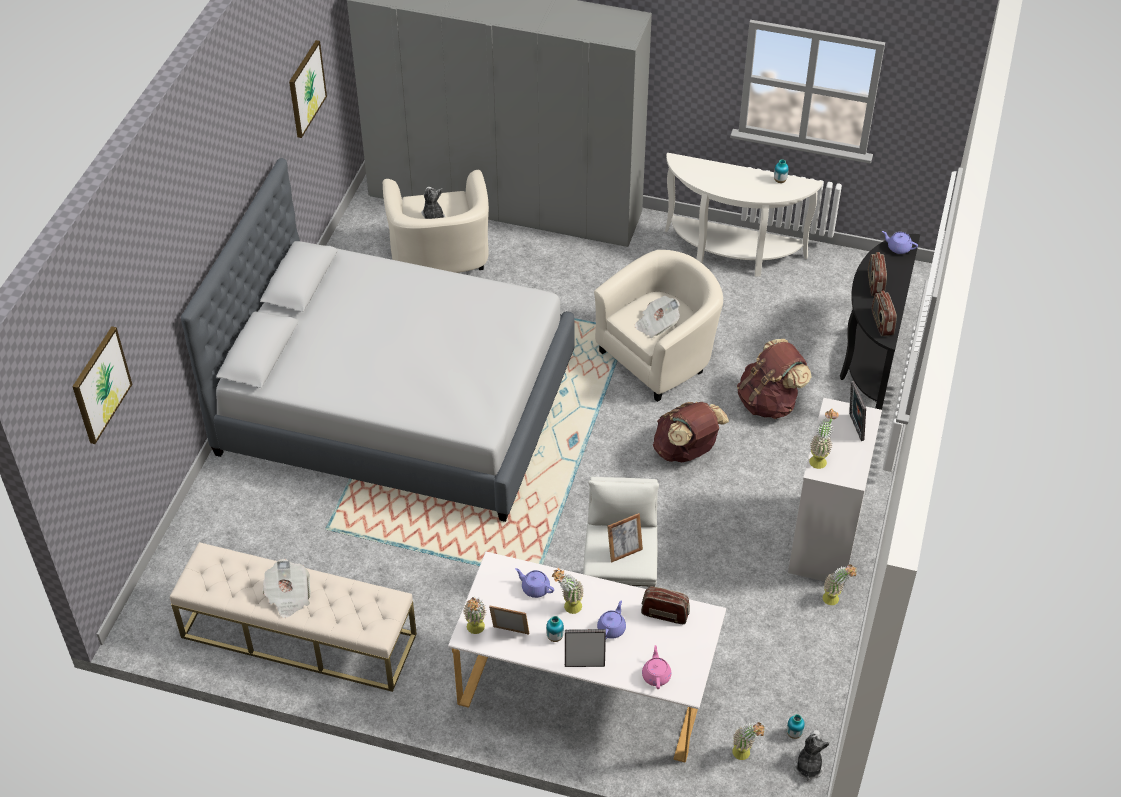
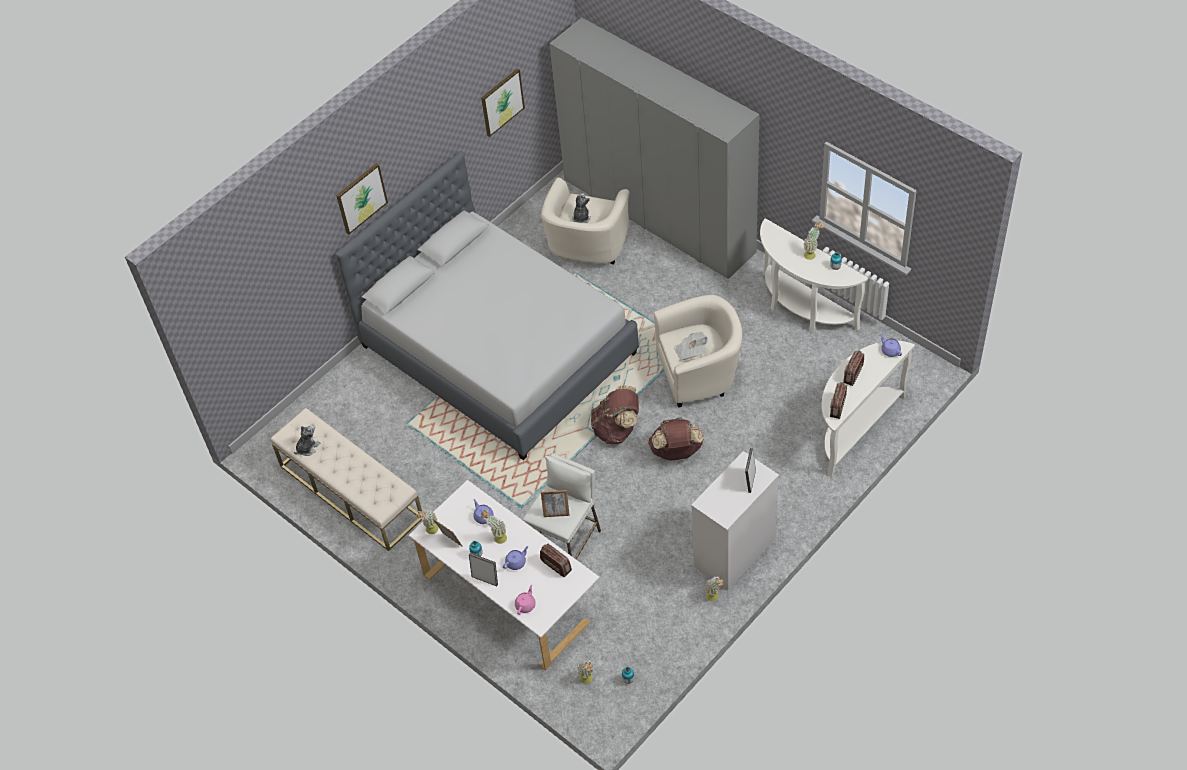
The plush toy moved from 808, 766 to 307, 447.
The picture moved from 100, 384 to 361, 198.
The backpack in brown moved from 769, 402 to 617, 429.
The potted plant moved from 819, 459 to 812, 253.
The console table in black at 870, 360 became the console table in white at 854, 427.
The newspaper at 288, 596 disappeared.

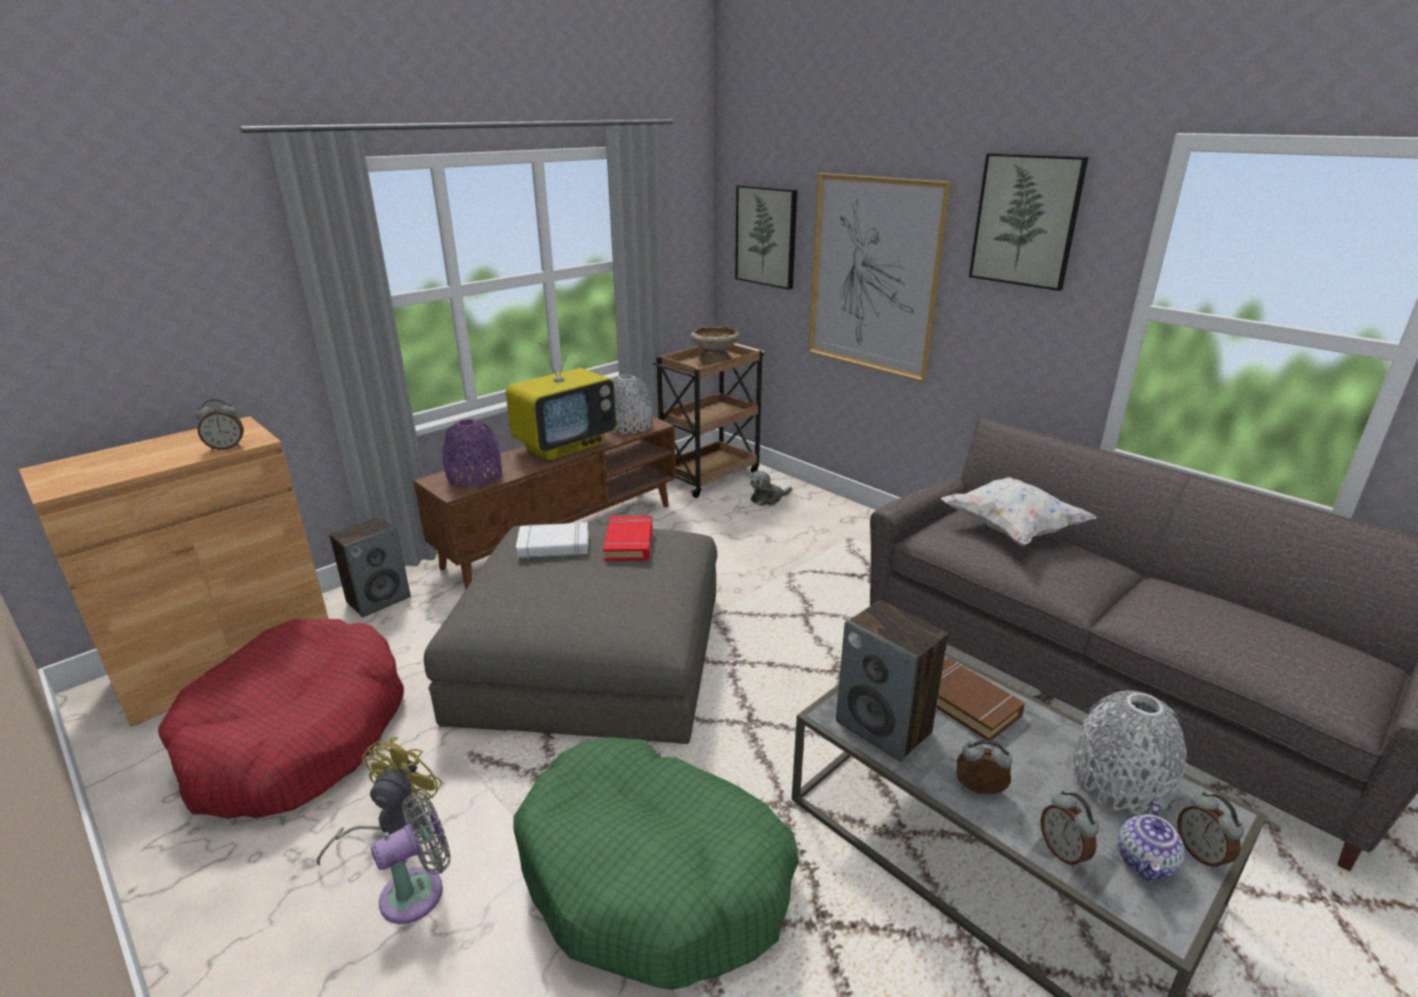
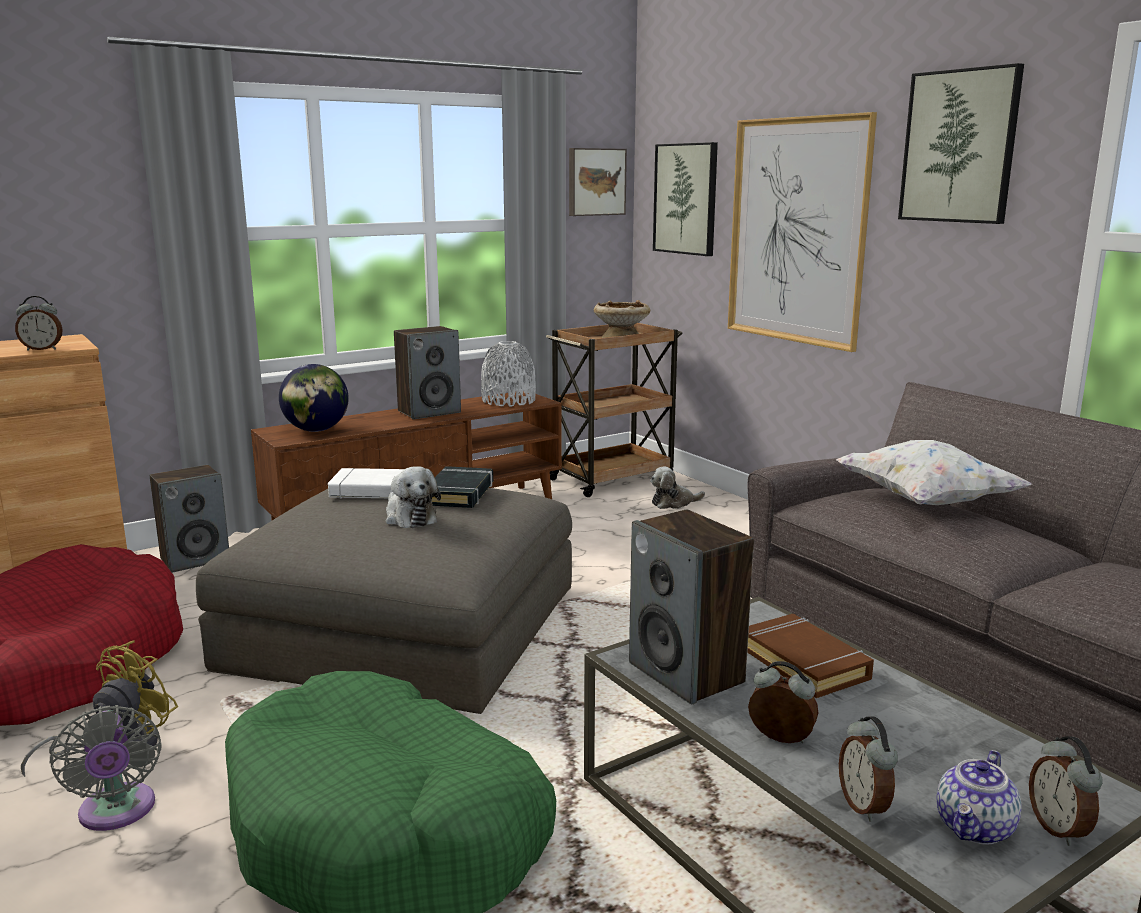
The fan in grey at 419, 891 turned 90 degrees clockwise.
The vase in purple at 475, 477 was replaced by the globe at 316, 430.
The plush toy at 409, 517 appeared.
The television at 565, 445 was replaced by the speaker at 429, 412.
The book in red at 629, 543 became the book in black at 460, 493.
The picture at 595, 182 appeared.
The vase in grey at 1120, 781 disappeared.

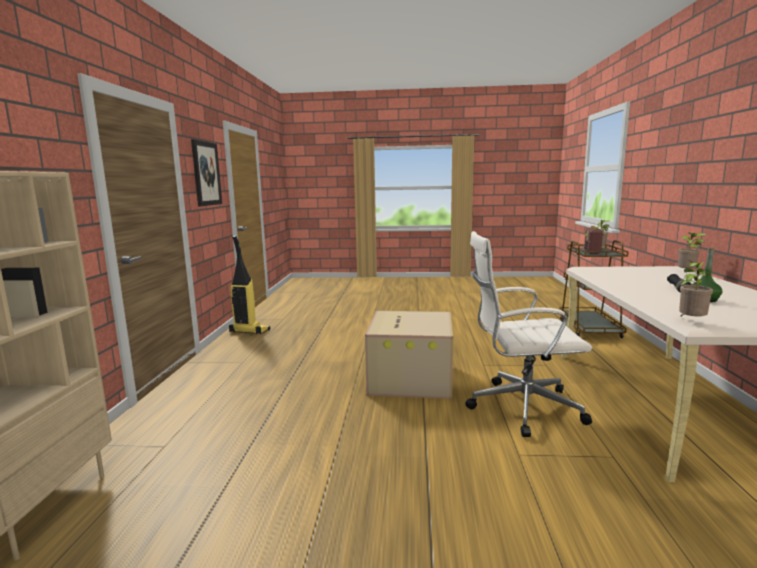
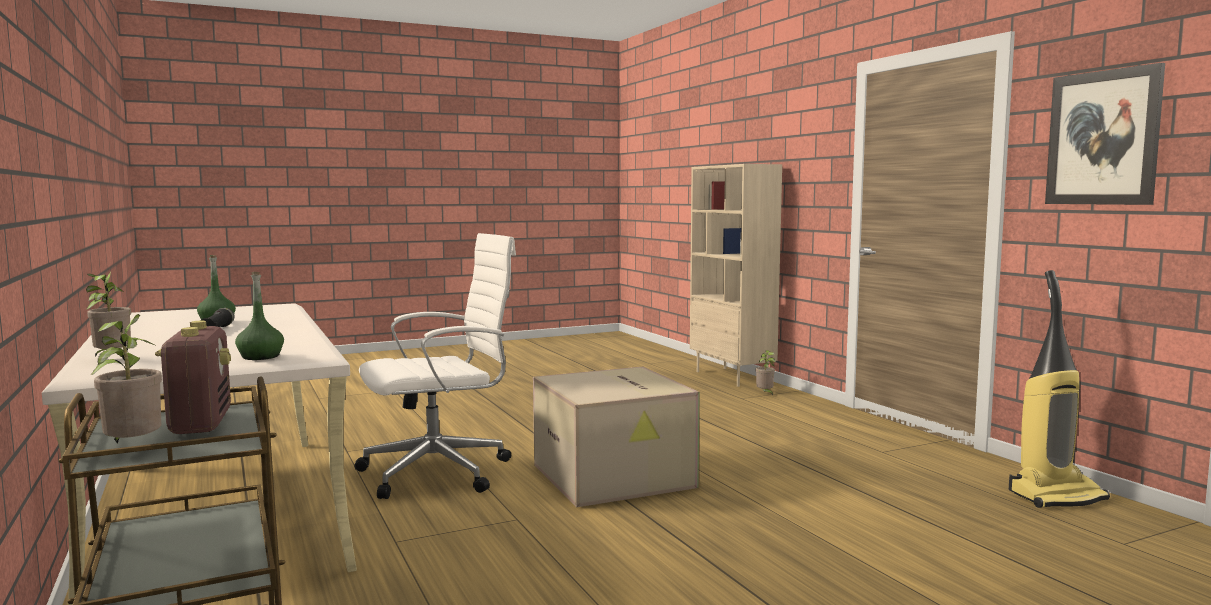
The bottle in green at 260, 357 appeared.
The potted plant moved from 690, 322 to 765, 393.

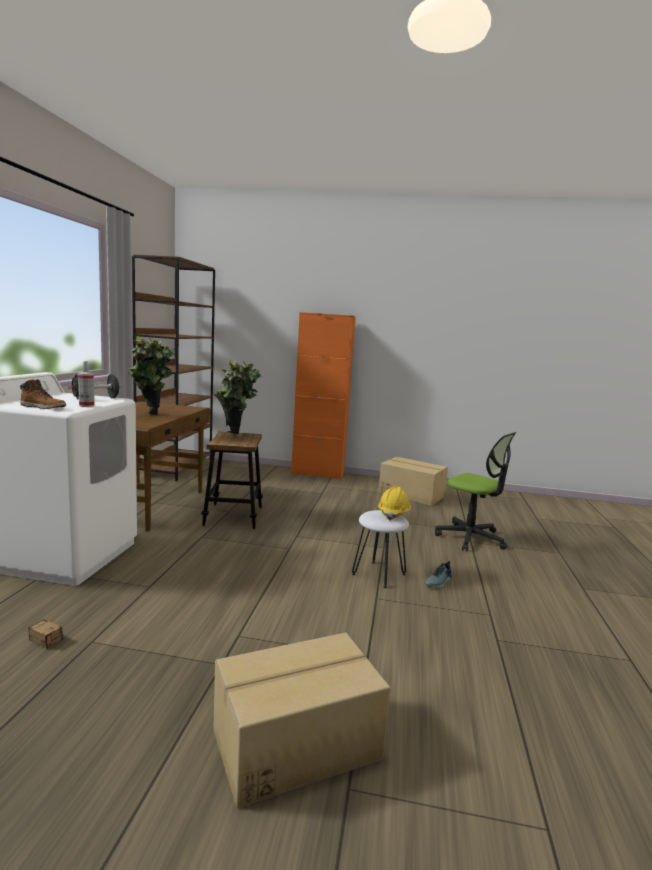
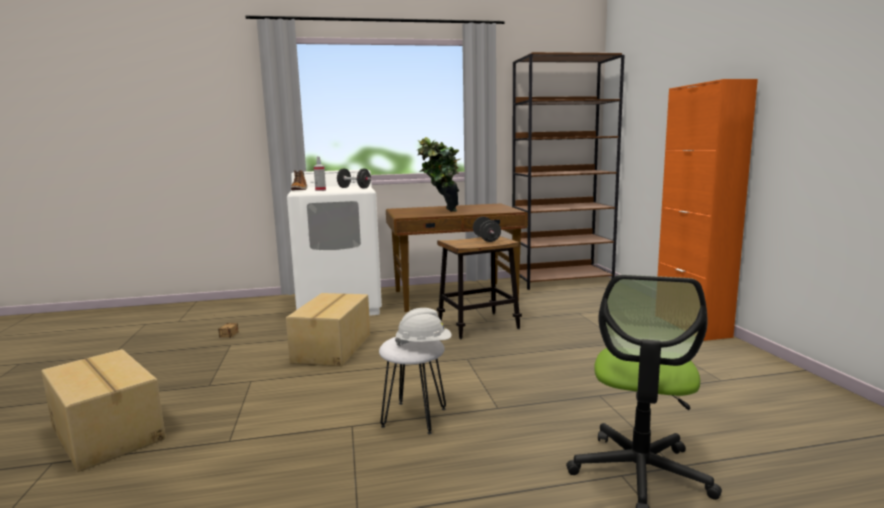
The cardboard box moved from 411, 495 to 333, 348.
The hard hat in yellow at 393, 514 became the hard hat in white at 424, 345.
The potted plant at 235, 436 was replaced by the dumbbell in black at 486, 239.
The shoe at 439, 582 disappeared.

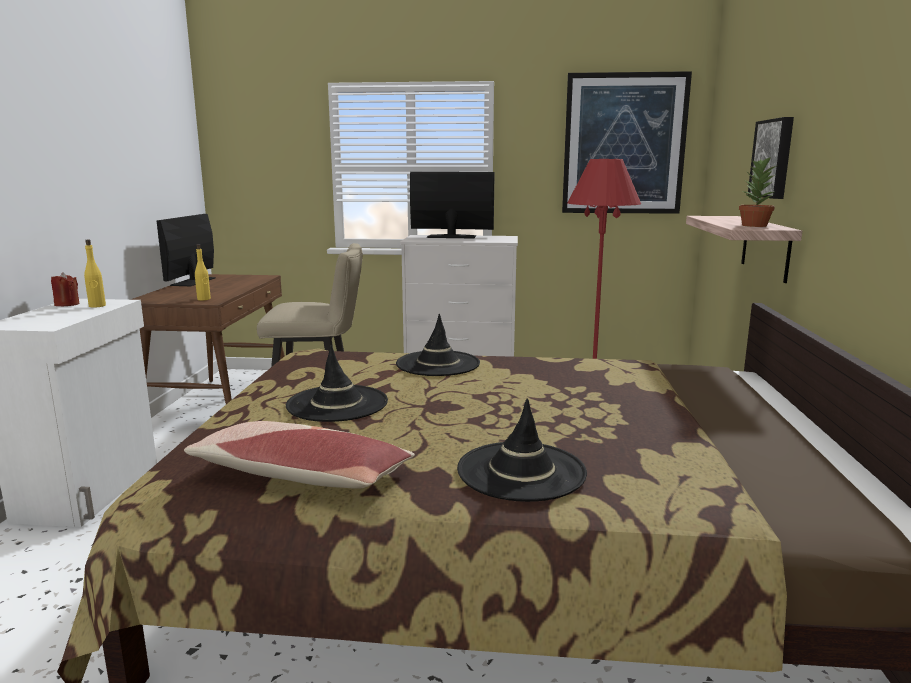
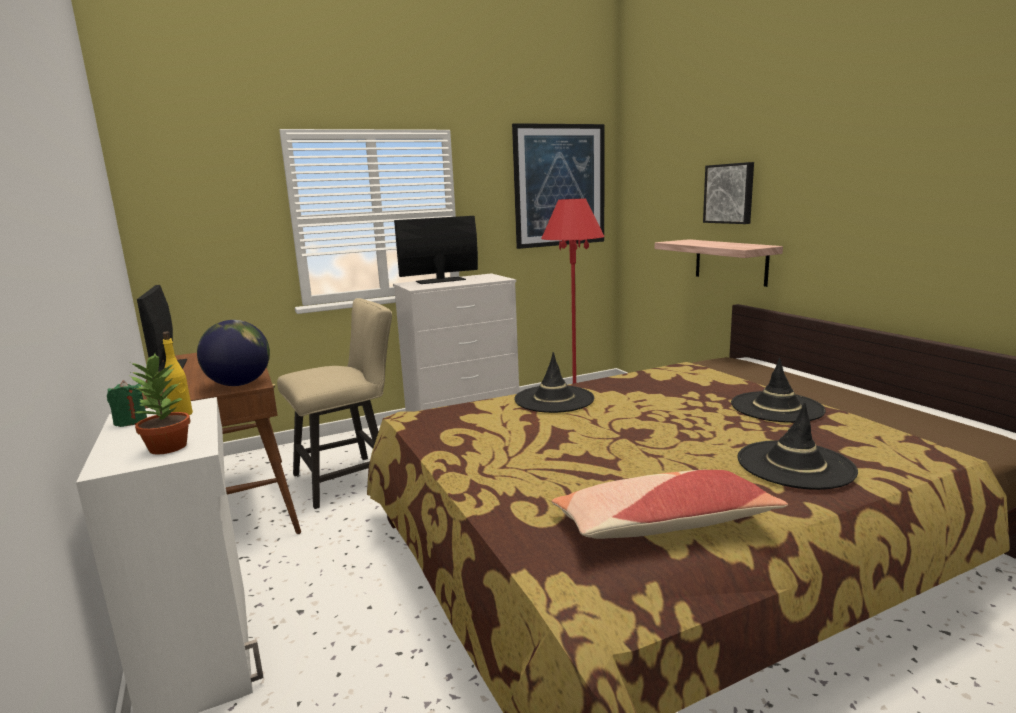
The candle in red at 67, 304 became the candle in green at 130, 421.
The potted plant moved from 754, 225 to 167, 448.
The bottle in yellow at 204, 299 was replaced by the globe at 239, 384.
The hat in black moved from 337, 404 to 777, 407.

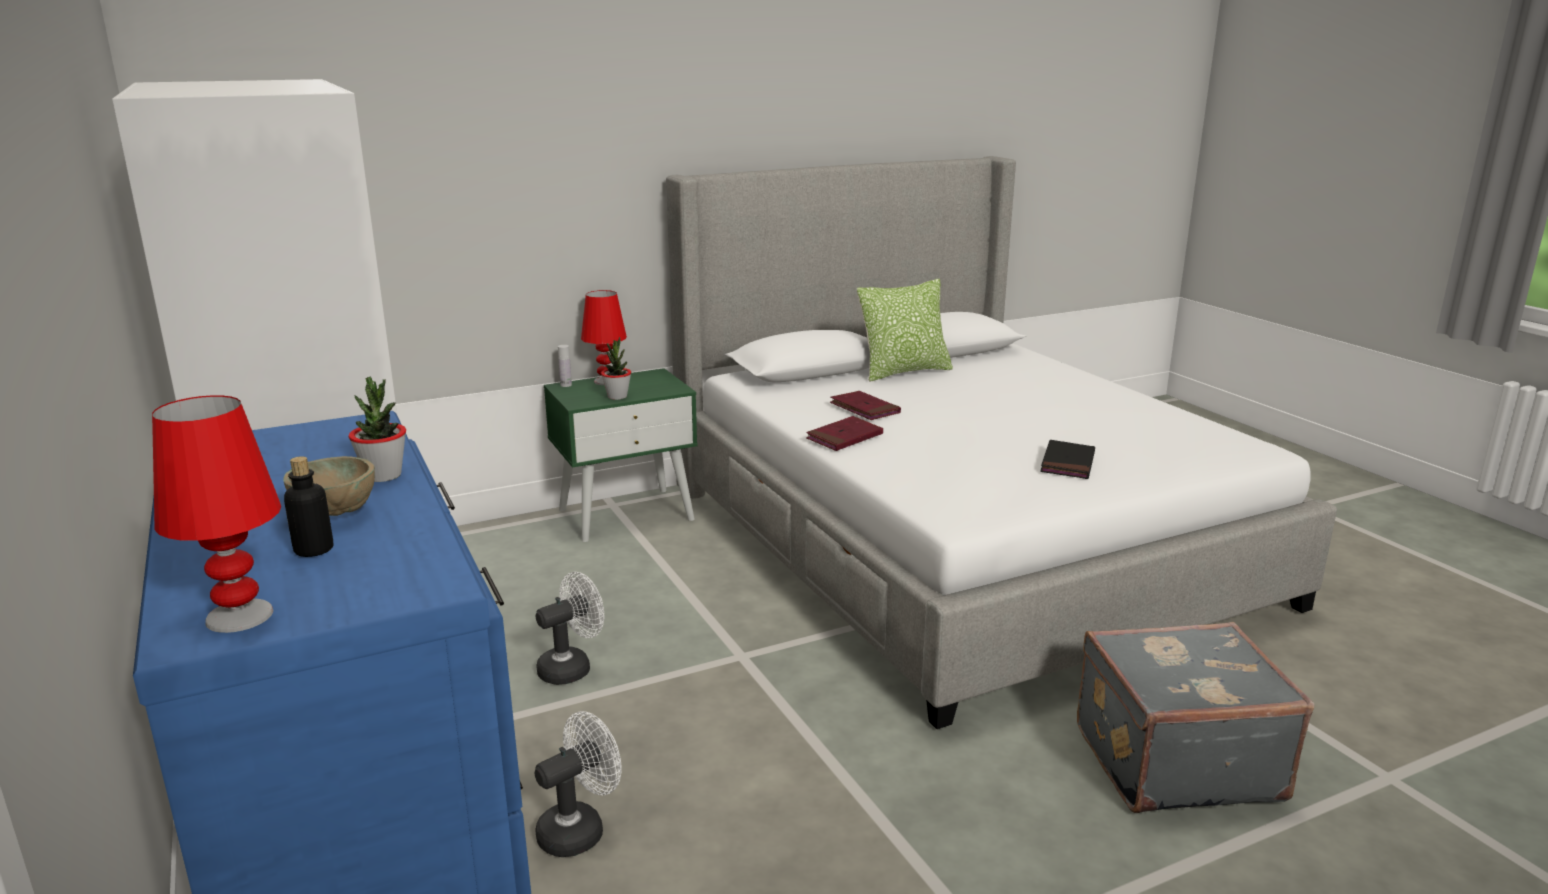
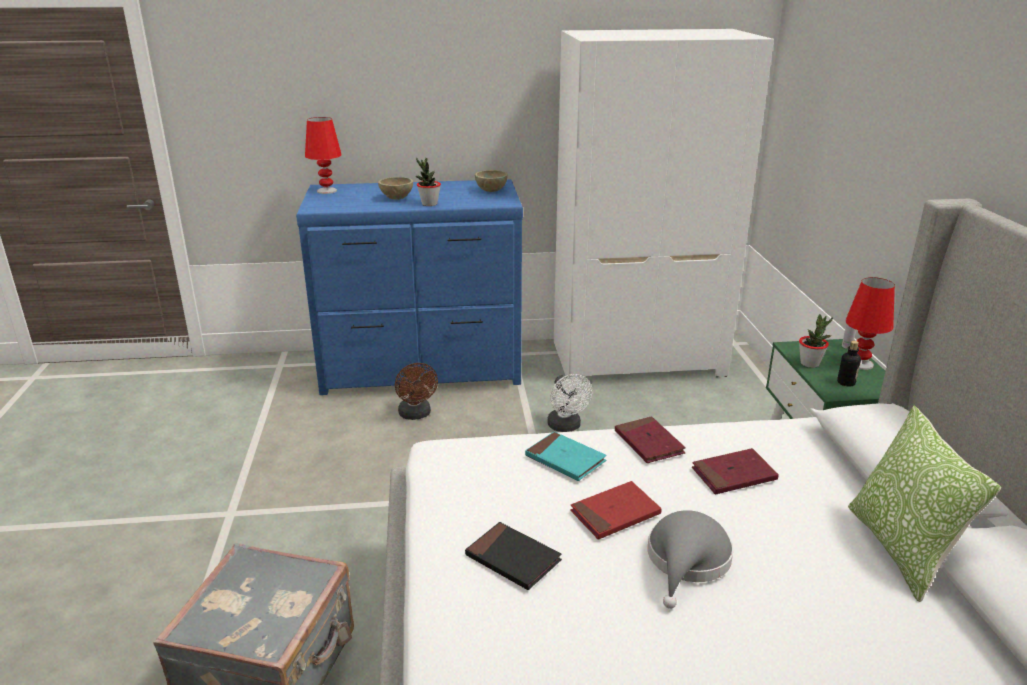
The fan in white at 580, 829 became the fan in brown at 416, 415.
The bowl in beige at 491, 191 appeared.
The book in turquoise at 565, 459 appeared.
The book in red at 615, 513 appeared.
The hat in grey at 687, 561 appeared.
The bottle moved from 314, 549 to 846, 382.

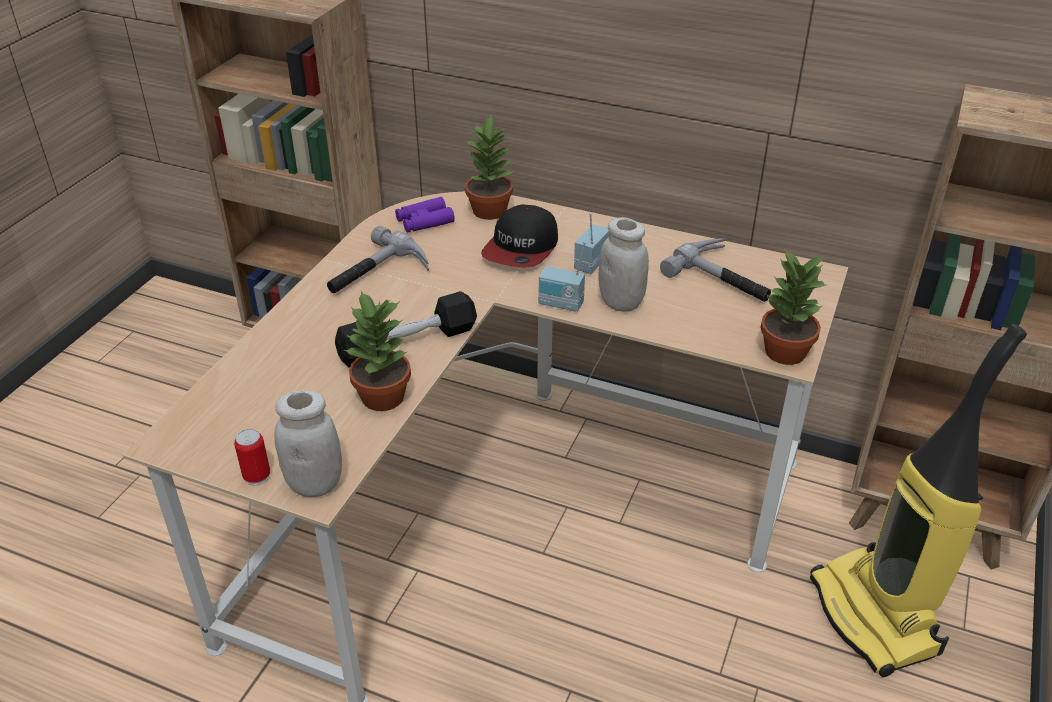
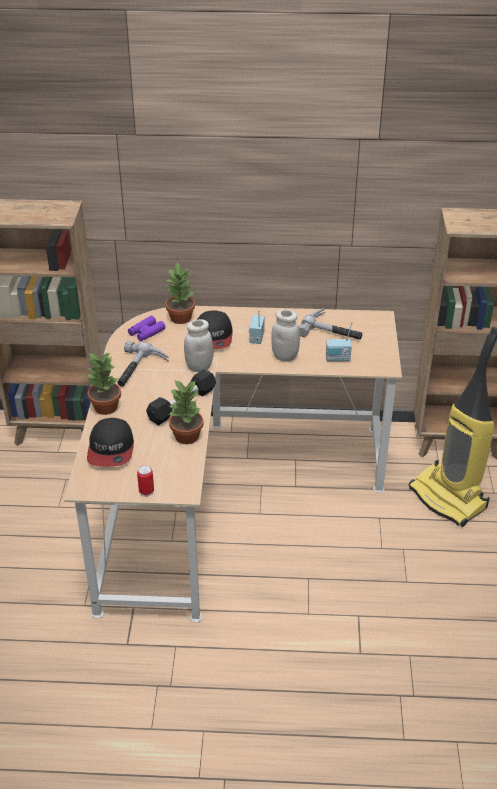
The potted plant moved from 784, 351 to 105, 407.
The cap at 111, 449 appeared.
The jar in white moved from 315, 484 to 199, 367.
The radio moved from 560, 305 to 338, 359.

